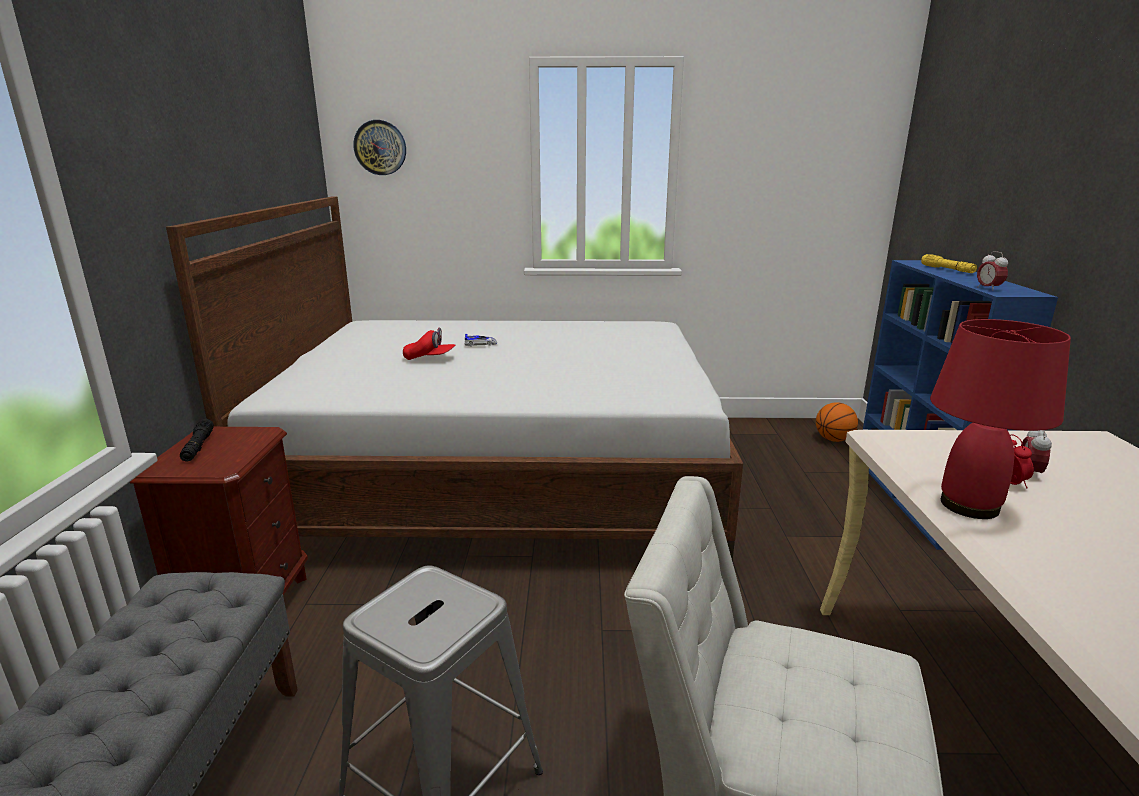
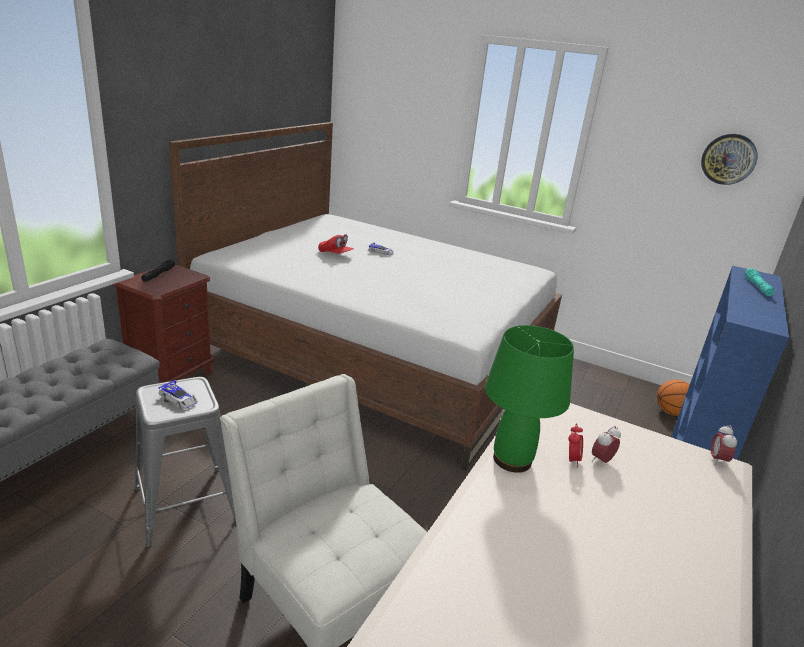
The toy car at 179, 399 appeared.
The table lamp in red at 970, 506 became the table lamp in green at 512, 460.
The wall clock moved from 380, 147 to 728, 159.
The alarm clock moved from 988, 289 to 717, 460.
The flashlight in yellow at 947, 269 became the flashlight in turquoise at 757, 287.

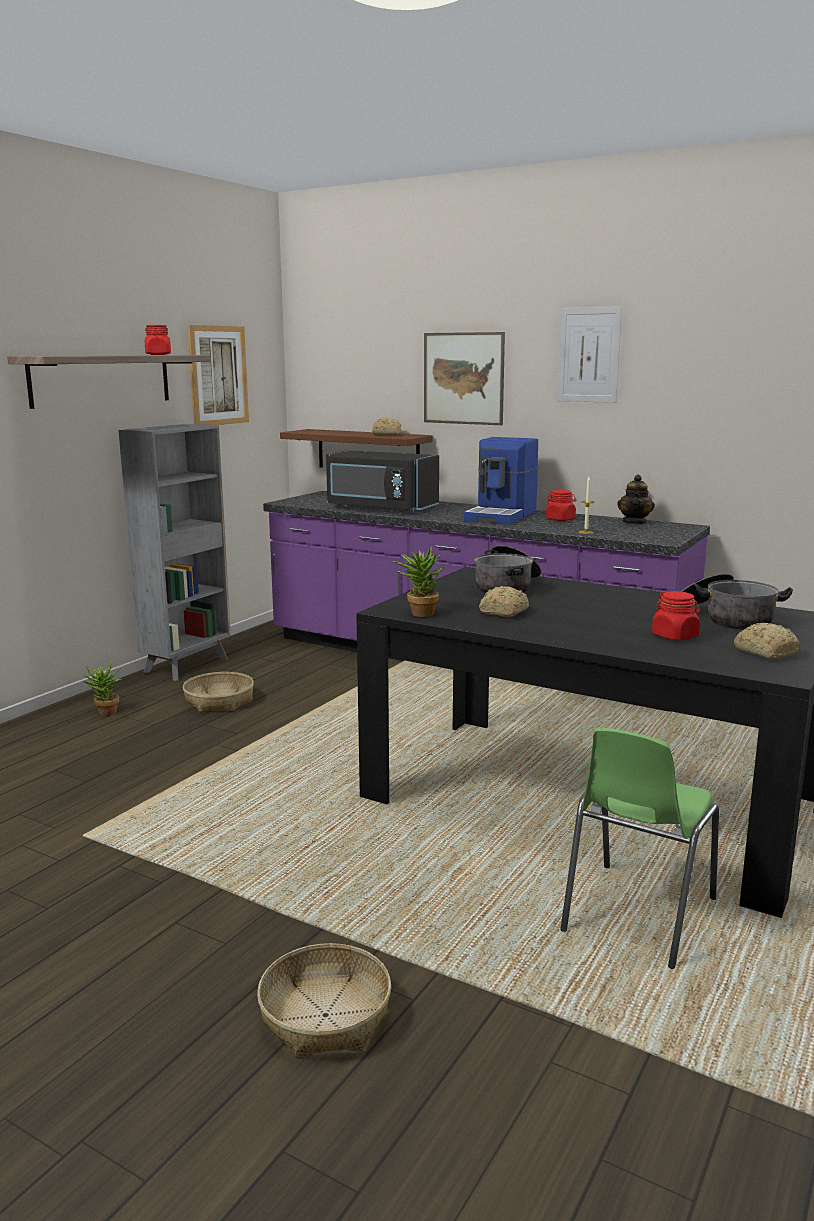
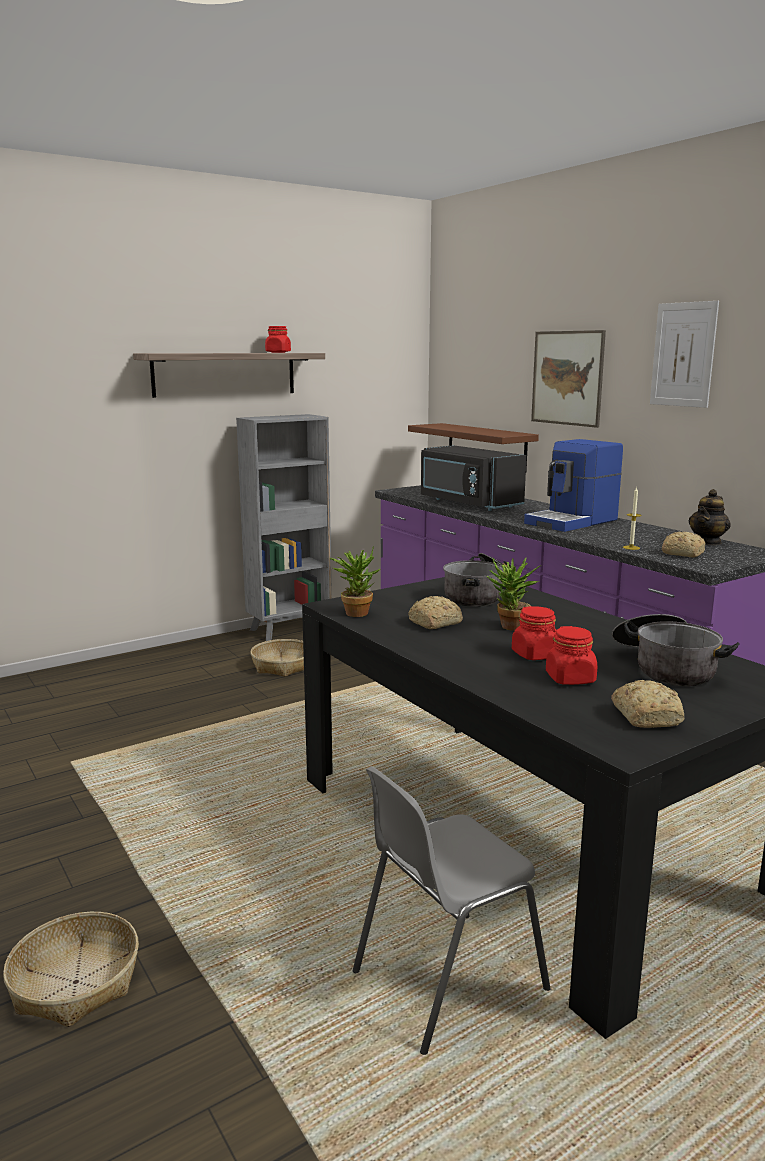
The chair in green at 636, 915 became the chair in grey at 446, 980.
The potted plant moved from 105, 713 to 510, 628.
The jar in red moved from 560, 519 to 535, 655.
The bread moved from 386, 434 to 681, 553.
The picture at 218, 375 disappeared.

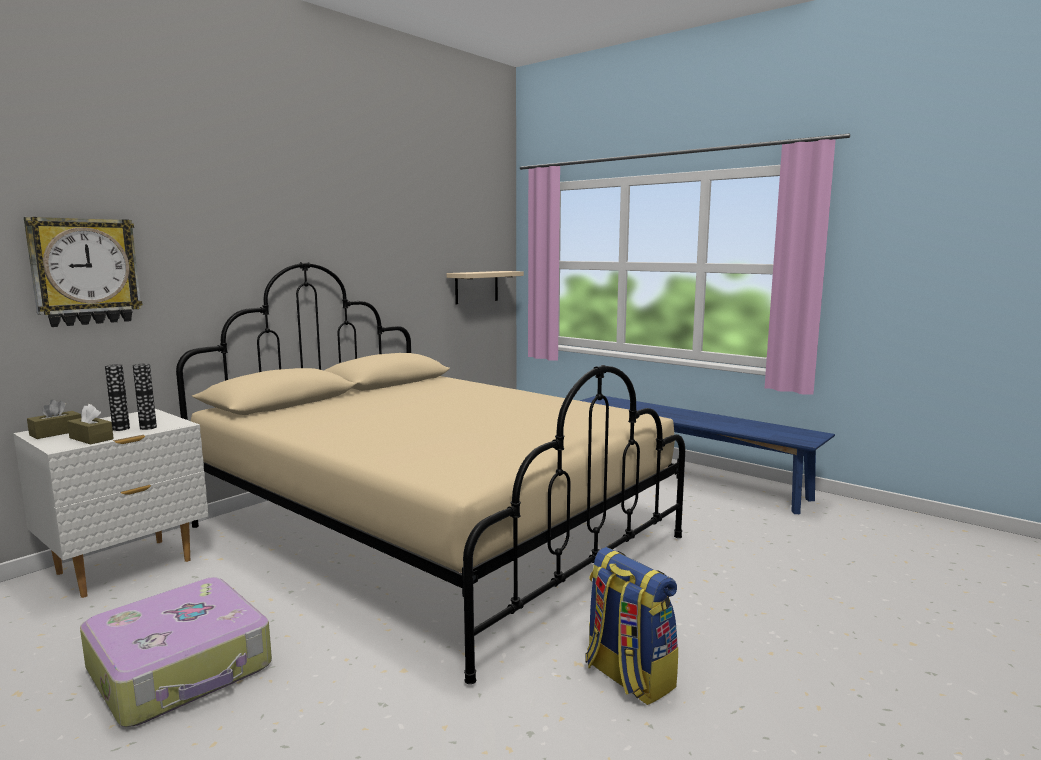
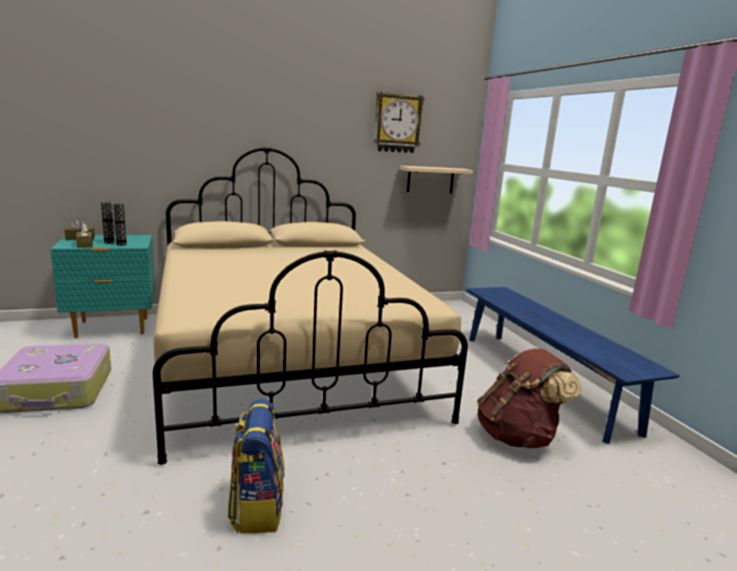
The nightstand in white at 125, 567 became the nightstand in turquoise at 112, 328.
The wall clock moved from 85, 271 to 397, 123.
The backpack in brown at 518, 436 appeared.

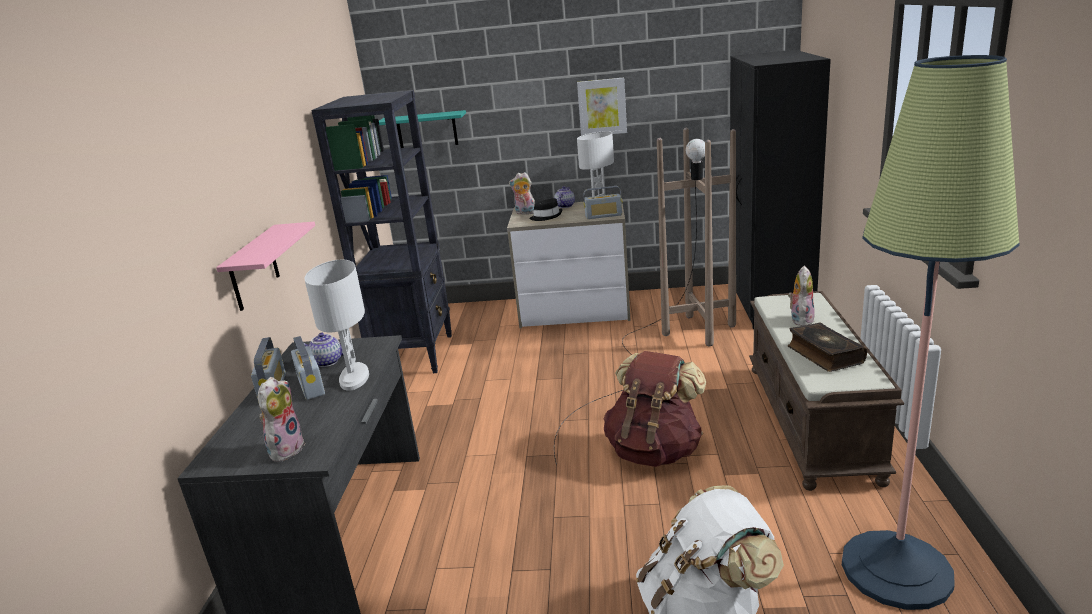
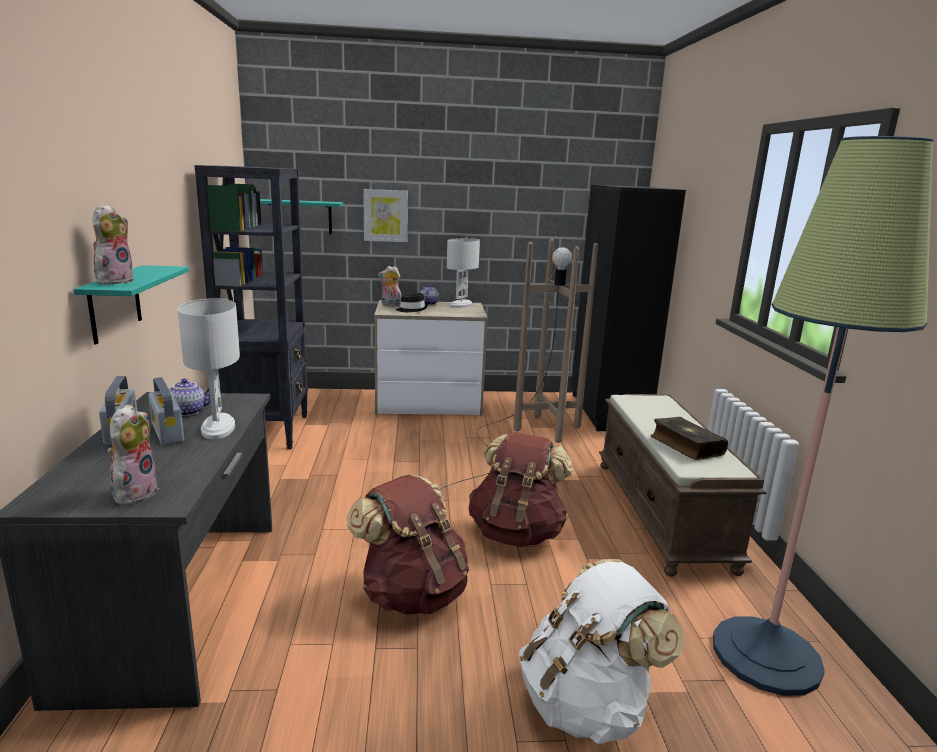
The shelf in pink at 253, 268 became the shelf in turquoise at 115, 303.
The plush toy moved from 800, 319 to 114, 281.
The backpack in brown at 412, 593 appeared.
The picture moved from 602, 107 to 385, 215.
The radio at 603, 216 disappeared.

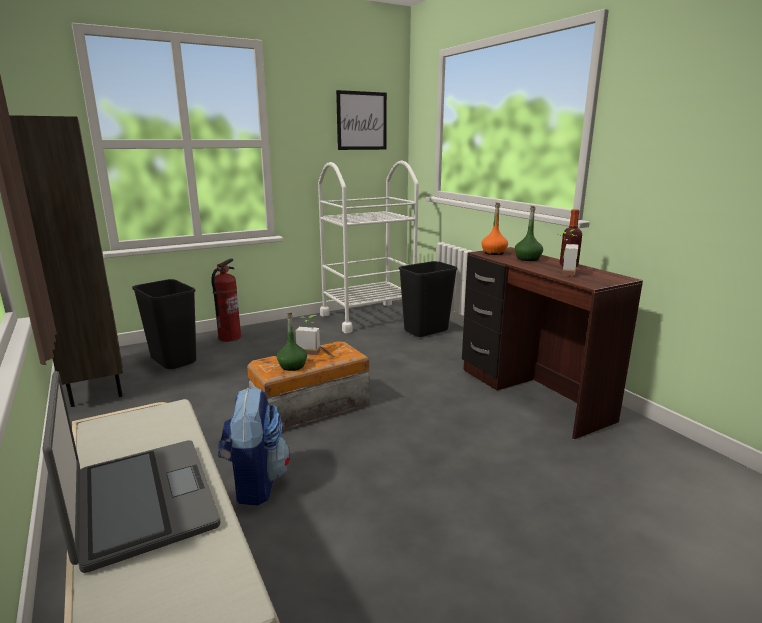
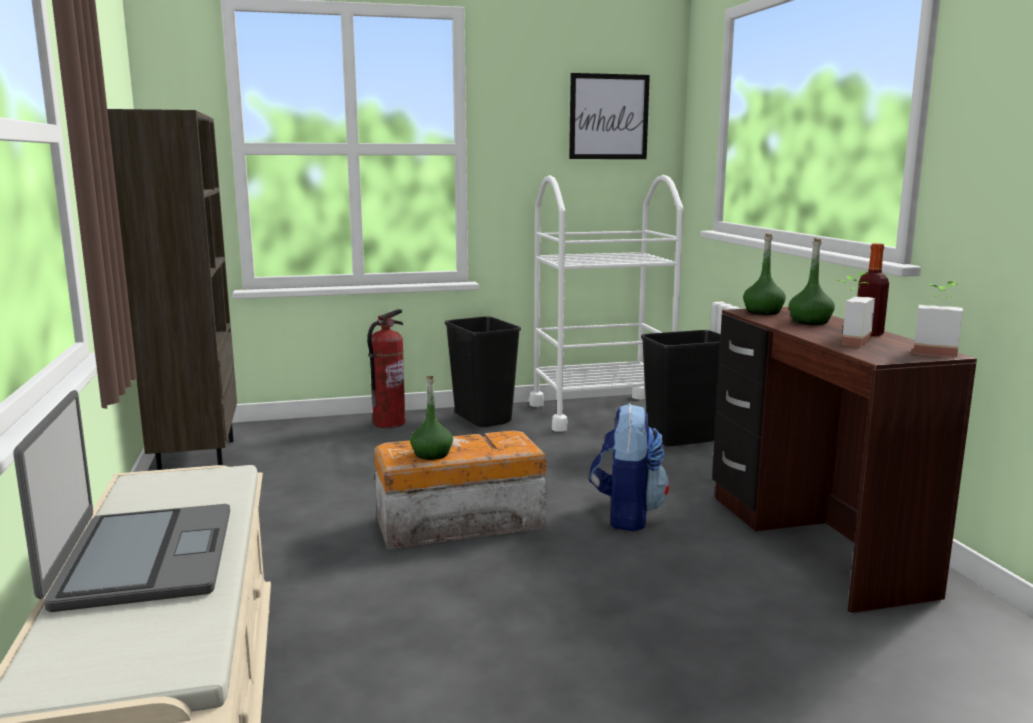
The trash can in black moved from 174, 360 to 484, 419.
The backpack moved from 255, 482 to 626, 515.
The bottle in orange at 494, 253 became the bottle in green at 763, 312.
The potted plant moved from 310, 350 to 934, 351.

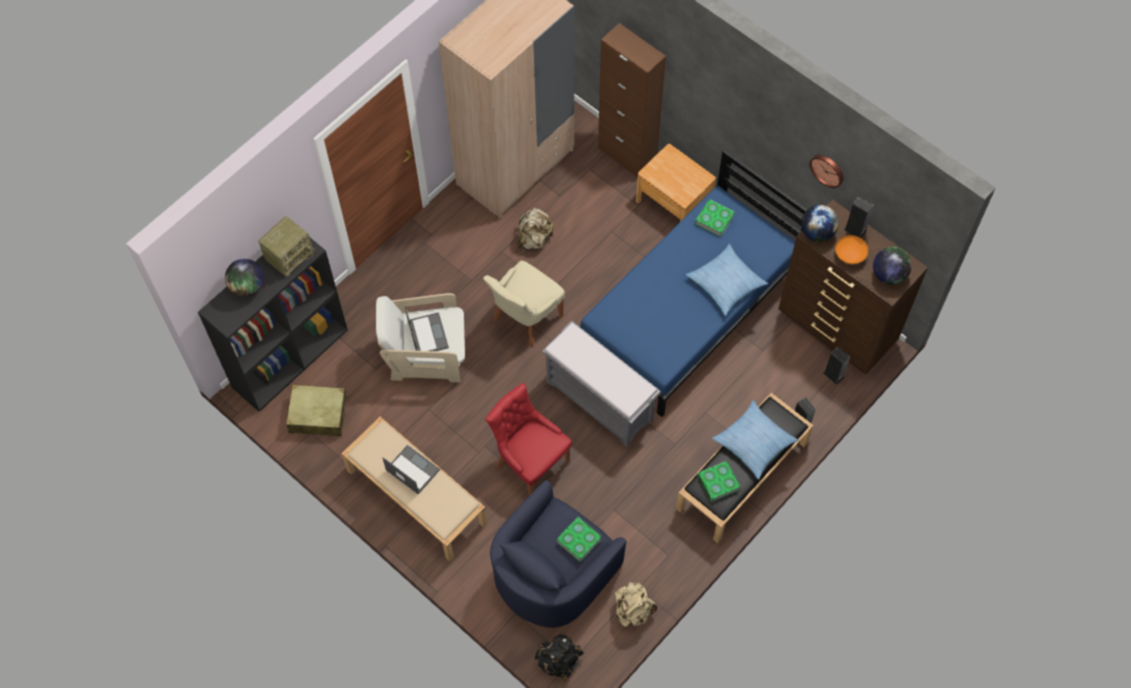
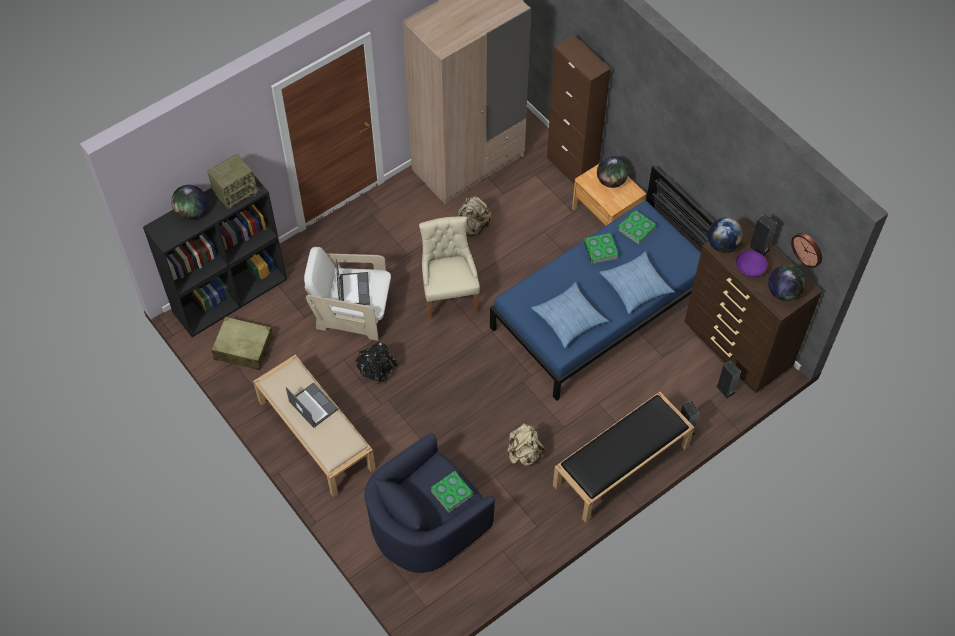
The backpack in black moved from 559, 661 to 377, 370.
The chair in beige at 525, 319 turned 120 degrees clockwise.
The backpack in beige moved from 633, 610 to 524, 453.
The pillow moved from 754, 442 to 569, 318.
The book moved from 718, 483 to 600, 250.
The globe at 611, 181 appeared.
The bowl in orange at 850, 256 became the bowl in purple at 749, 270.
The wall clock moved from 828, 169 to 808, 249.
The chair in red at 530, 462 disappeared.
The bench in grey at 600, 401 disappeared.

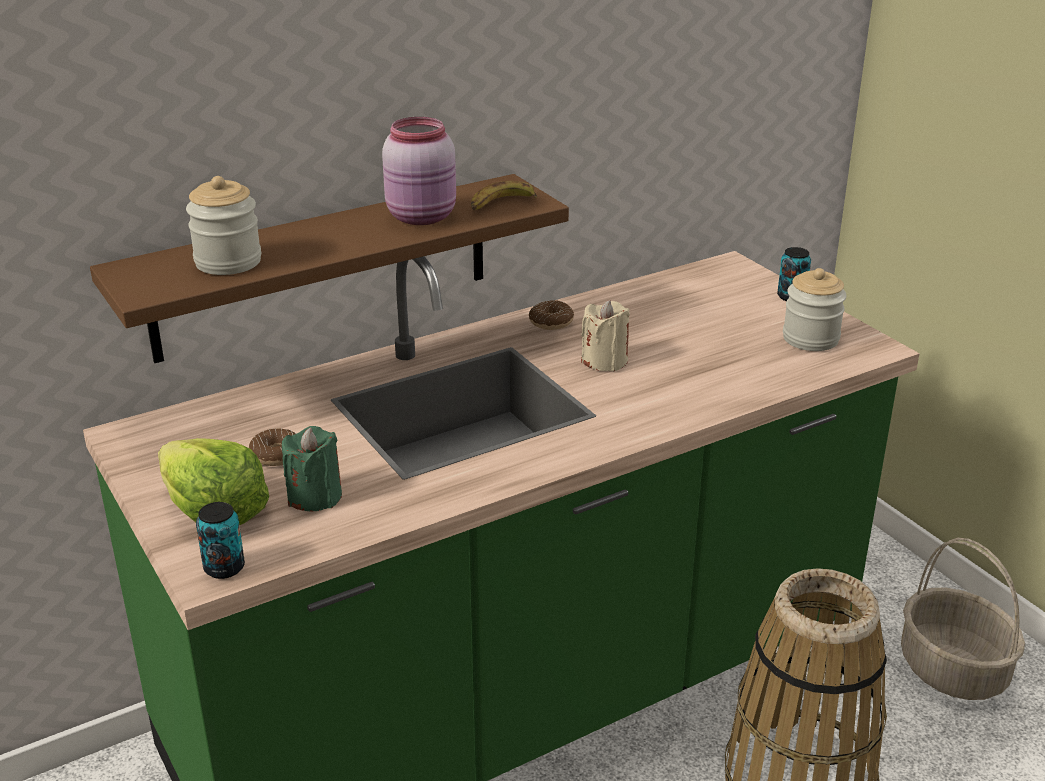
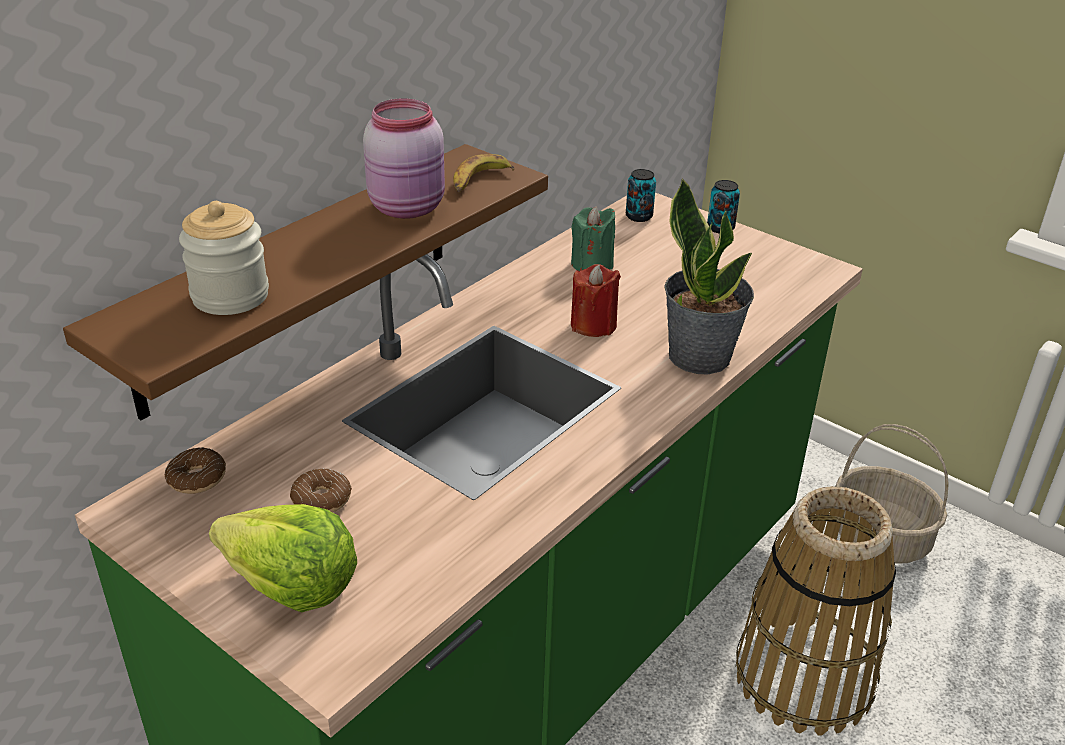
The donut moved from 551, 322 to 197, 478.
The candle in green moved from 315, 496 to 592, 264.
The candle in beige at 605, 361 became the candle in red at 593, 325.
The can moved from 224, 568 to 639, 216.
The potted plant at 700, 356 appeared.
The jar at 810, 338 disappeared.

